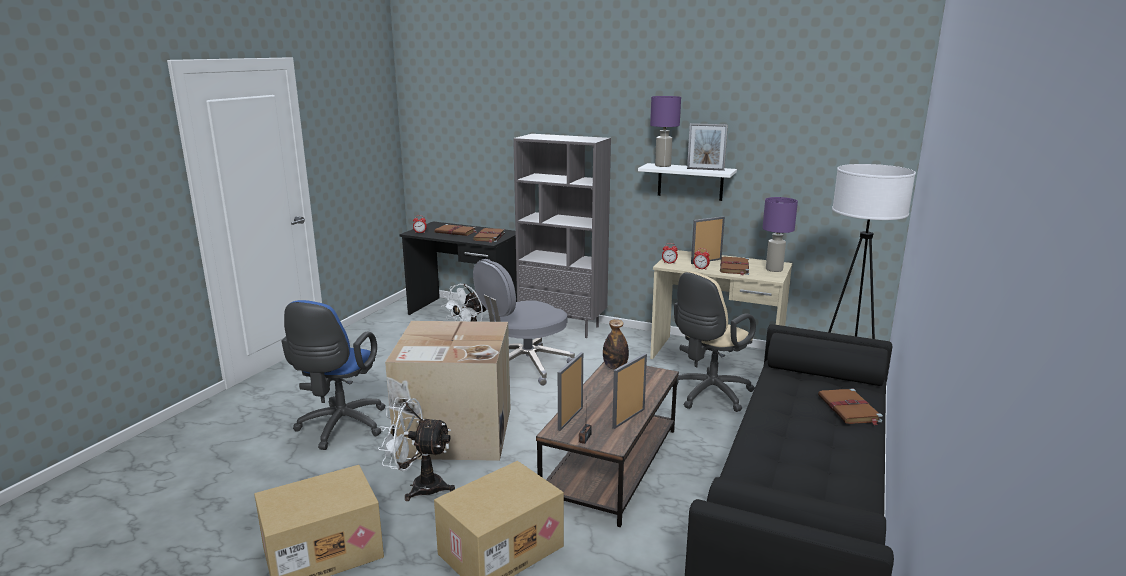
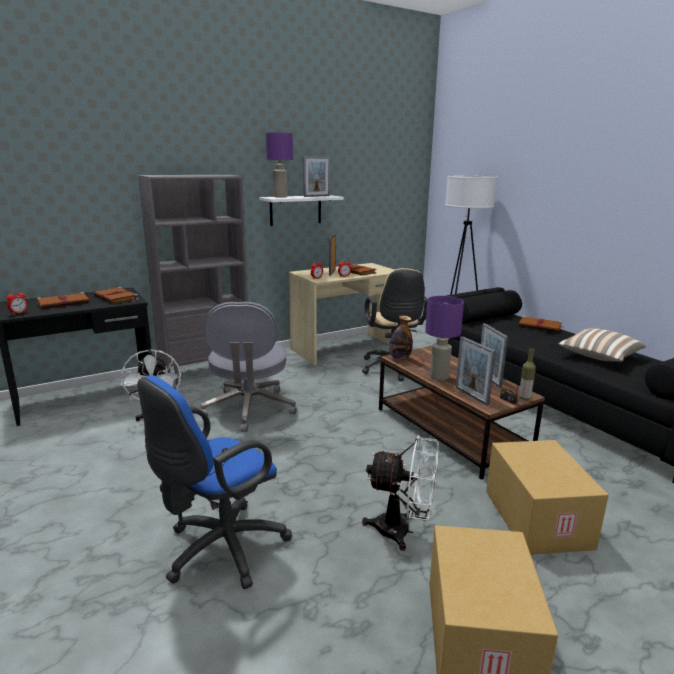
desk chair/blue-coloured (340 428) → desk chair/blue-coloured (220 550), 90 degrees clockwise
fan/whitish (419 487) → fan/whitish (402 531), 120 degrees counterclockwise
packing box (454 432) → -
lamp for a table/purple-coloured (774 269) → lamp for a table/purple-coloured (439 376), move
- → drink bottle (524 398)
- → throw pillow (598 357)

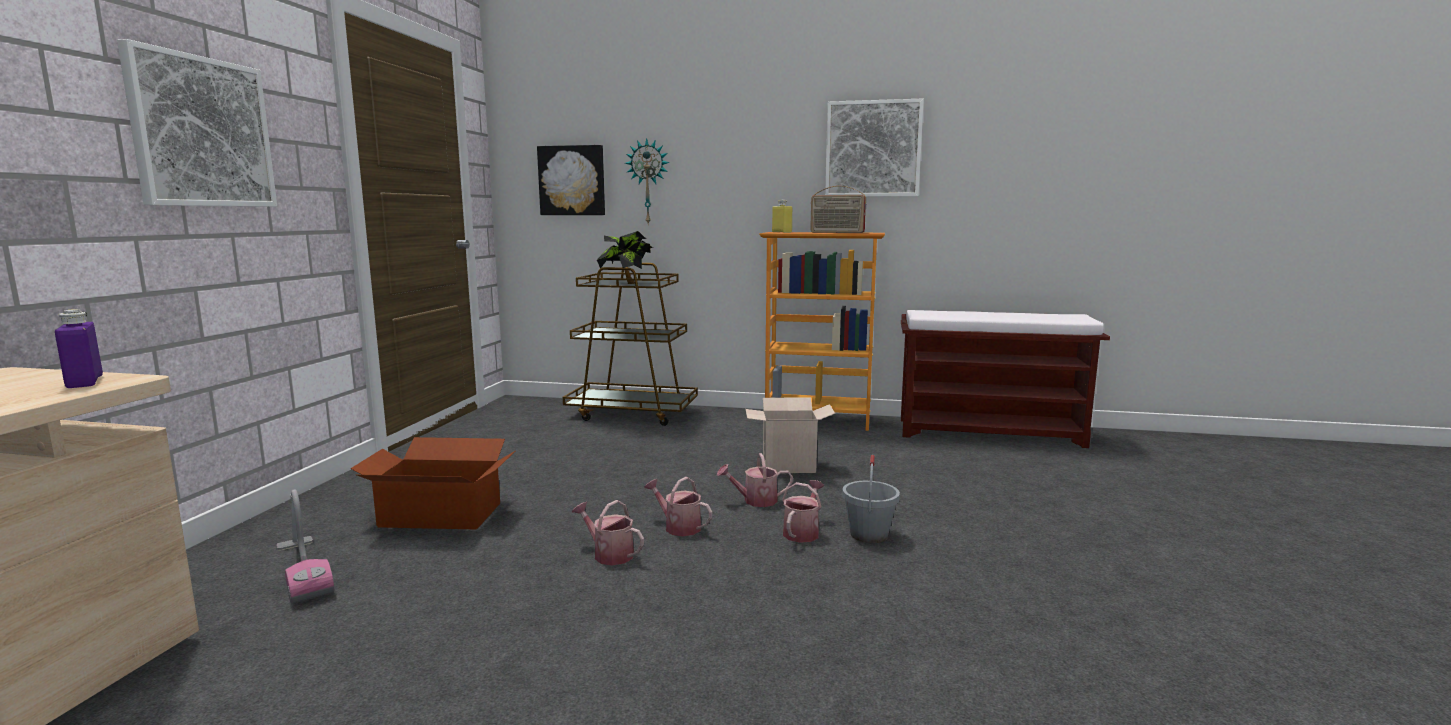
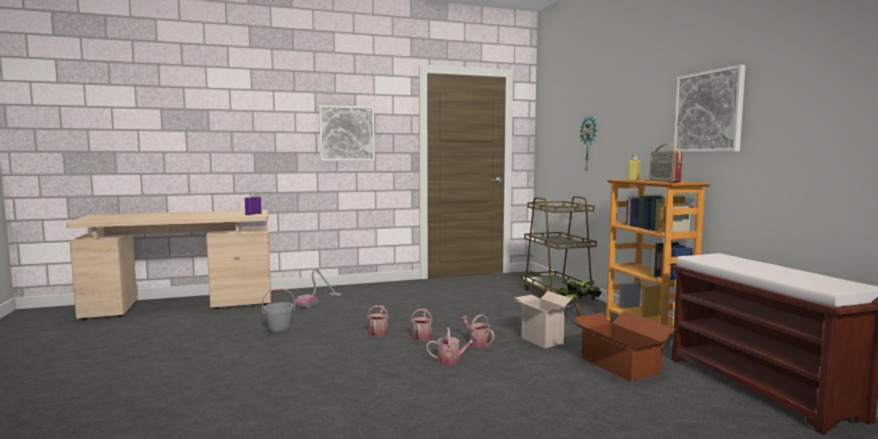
packing box (440 514) → packing box (620 365), move
picture (572 180) → -
potted plant (627 284) → potted plant (575 315), move
pail/grey (868 534) → pail/grey (279 330), move

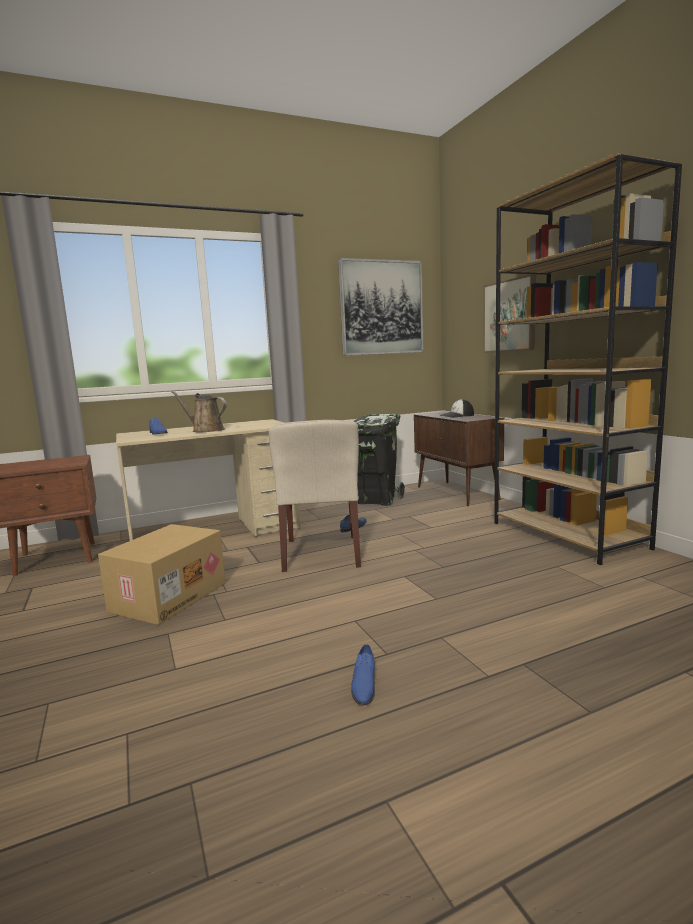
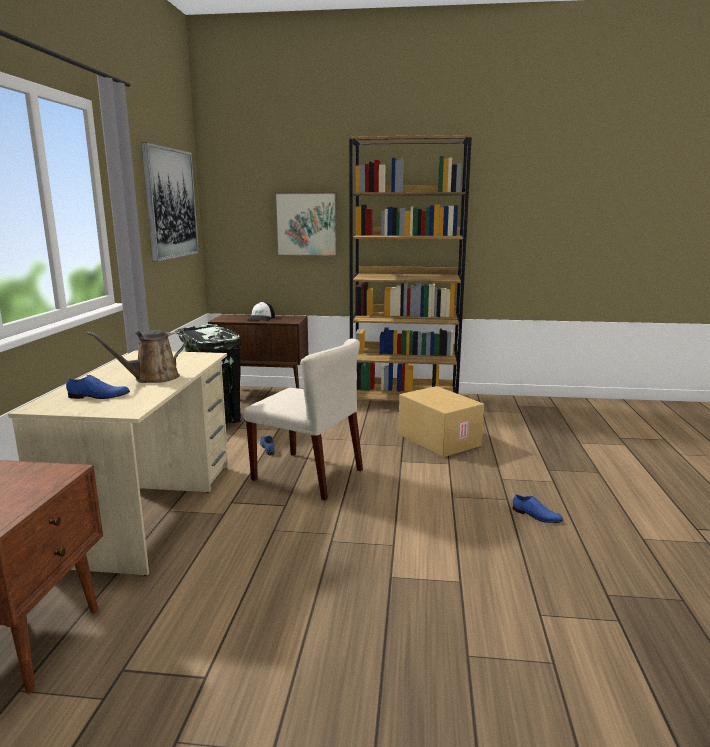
packing box (168 596) → packing box (437 440), move

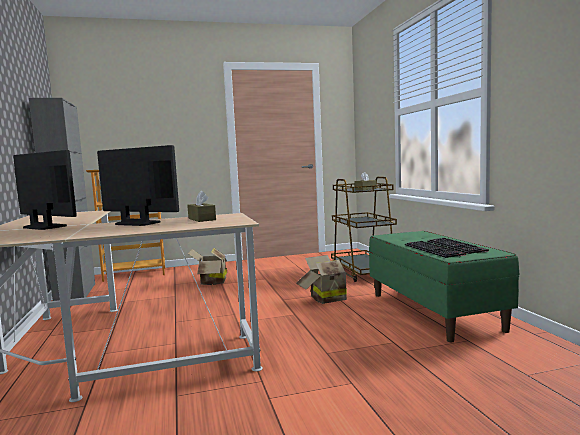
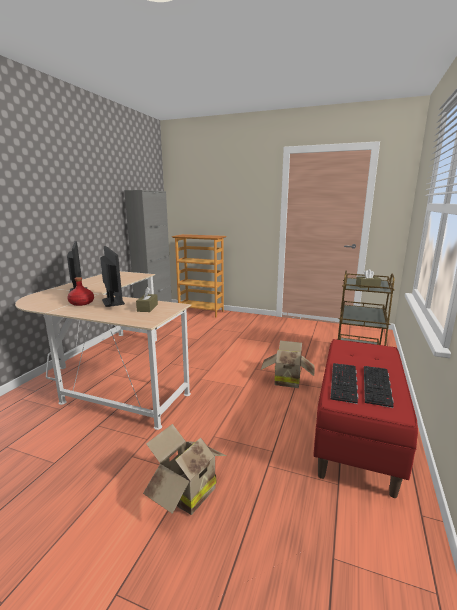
packing box (211 282) → packing box (185 492), move
indoor bench/greenish (434 311) → indoor bench/red-coloured (357 434)
- → drink bottle/red-coloured (81 303)

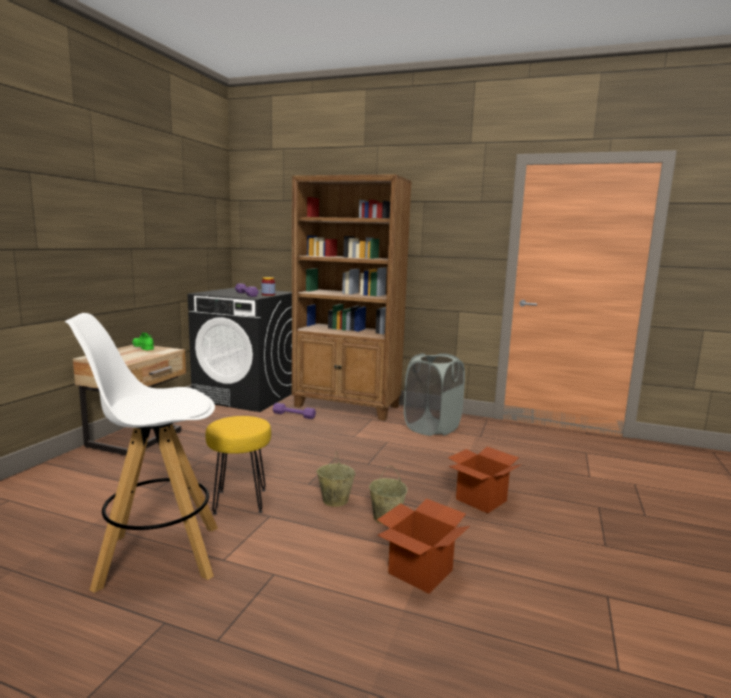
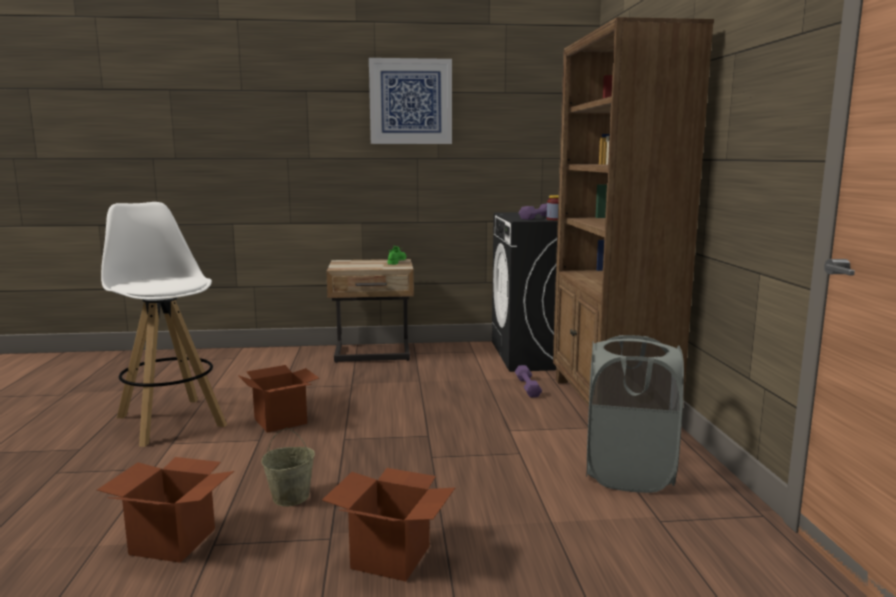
stool seat/yellowish (240 501) → packing box (280 421)
pail/sand-coloured (334 500) → -
- → picture (410 101)

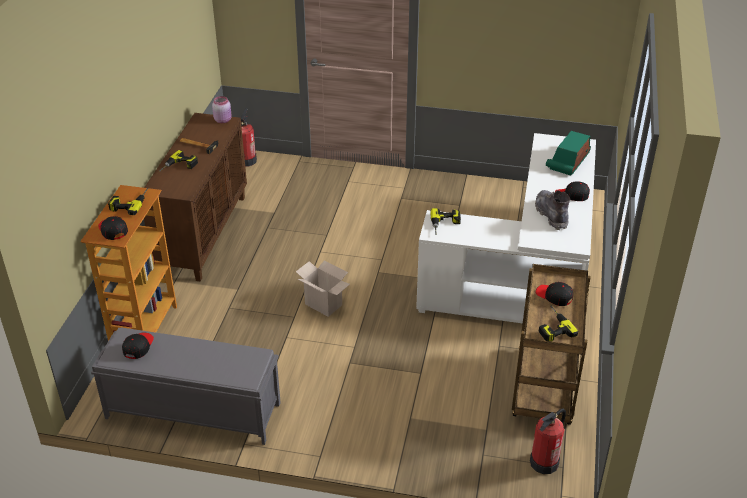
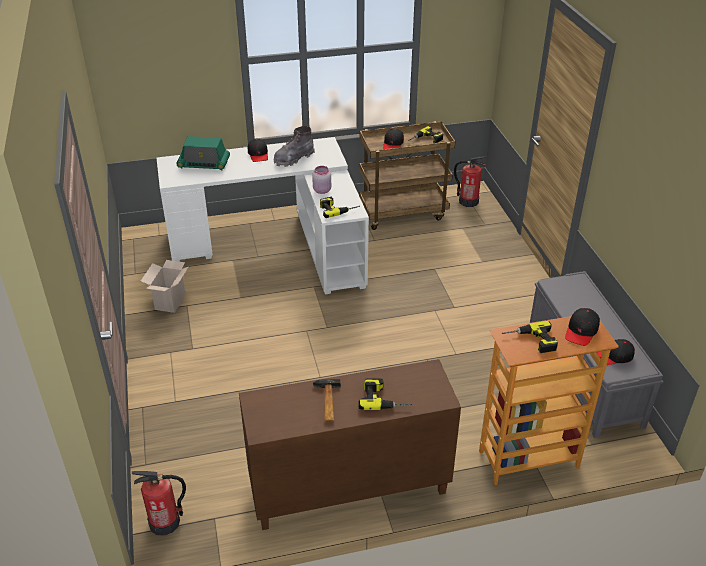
storage jar/pinkish (223 120) → storage jar/pinkish (321 190), move
packing box (325 304) → packing box (170 301), move

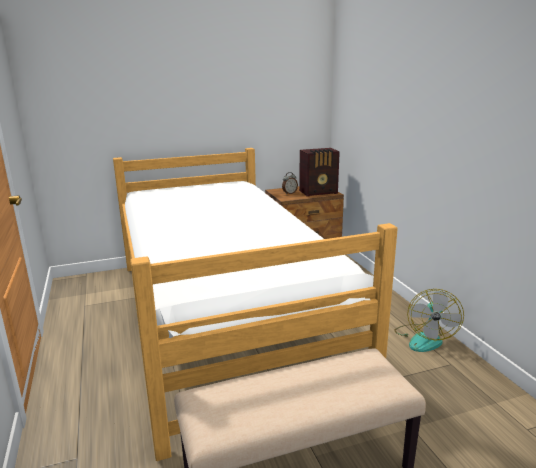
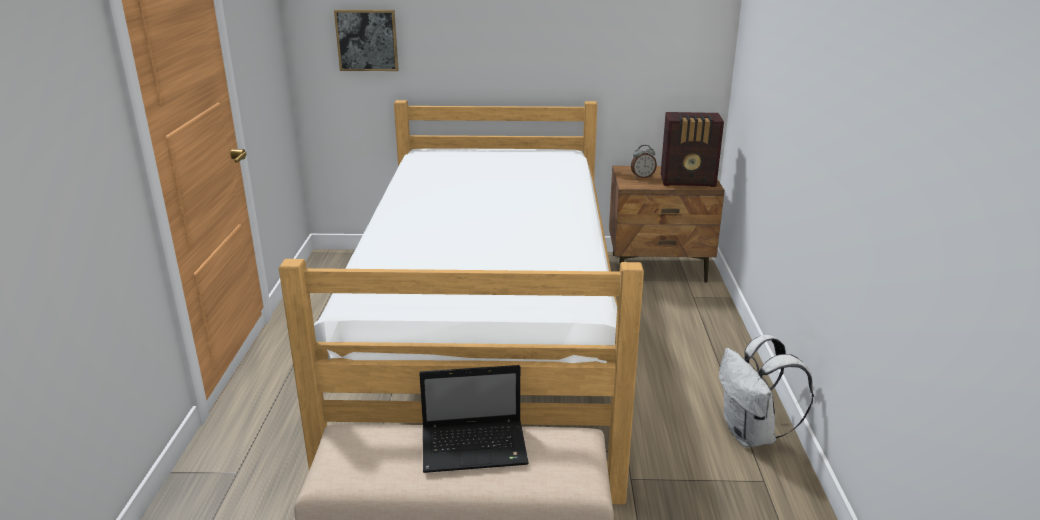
fan (424 338) → rucksack/whitish (752 435)
- → picture (367 40)
- → notebook computer (476 447)

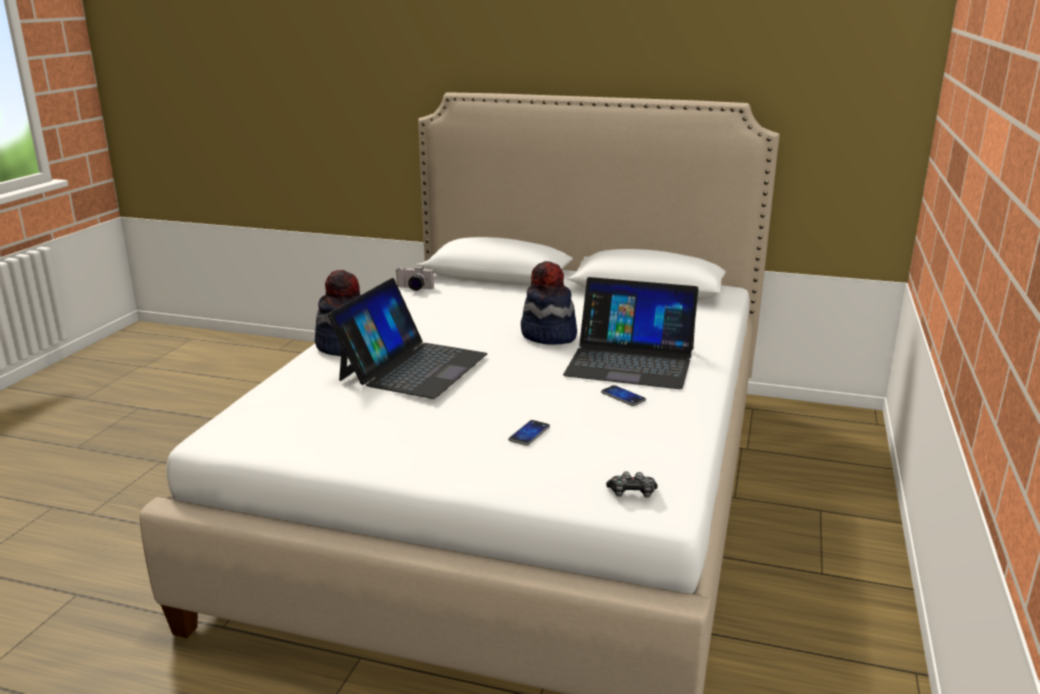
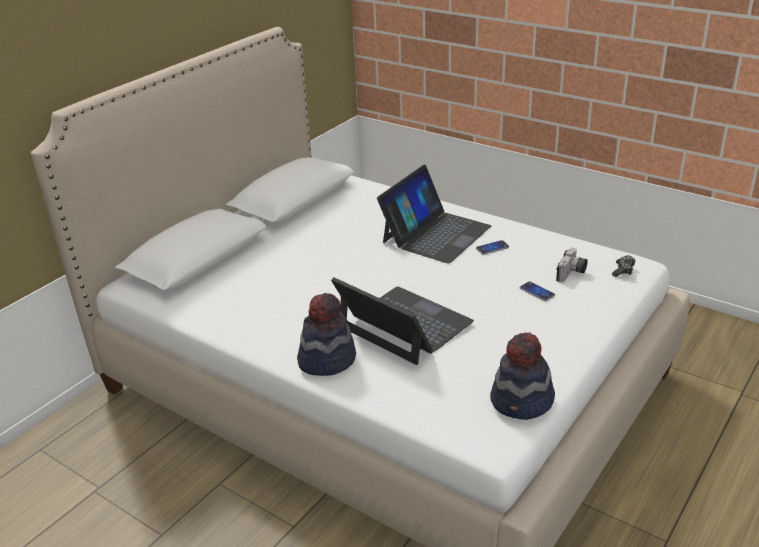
still camera (413 289) → still camera (572 274), move
hat (548 336) → hat (522 402), move

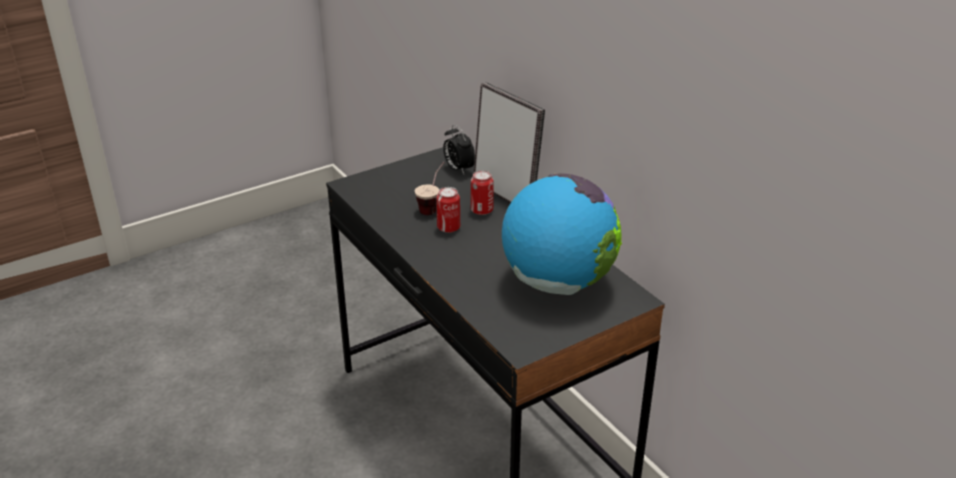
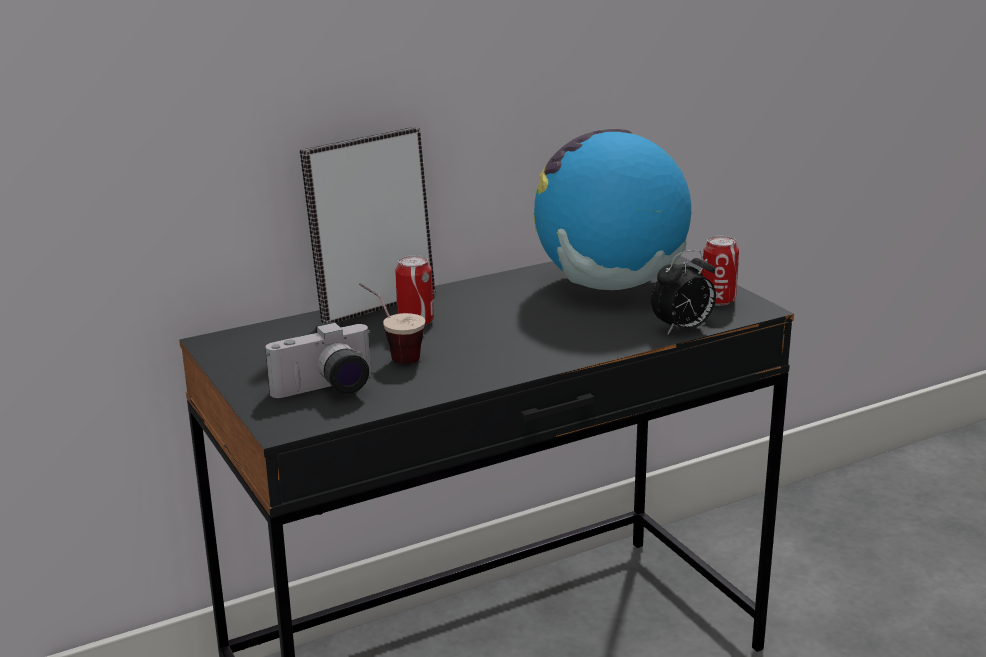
sealed can (448 228) → sealed can (718 300), move
bedside clock (458 169) → bedside clock (683 329), move
- → still camera (327 390)

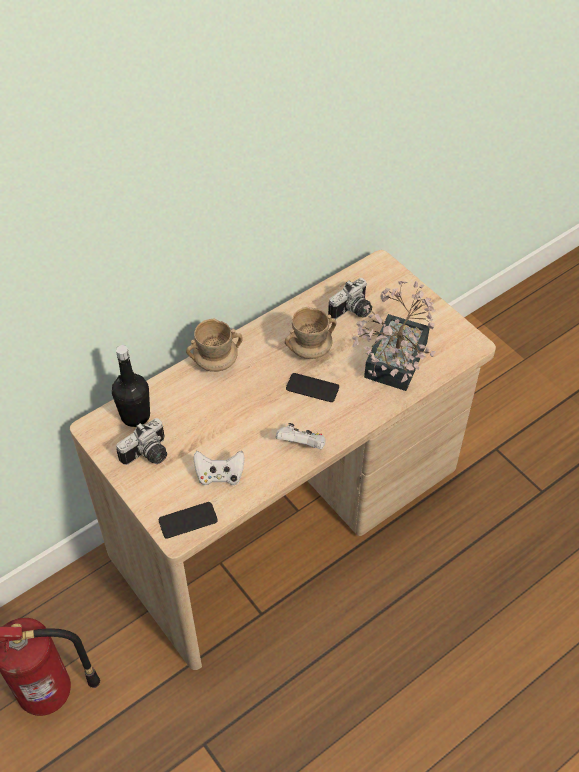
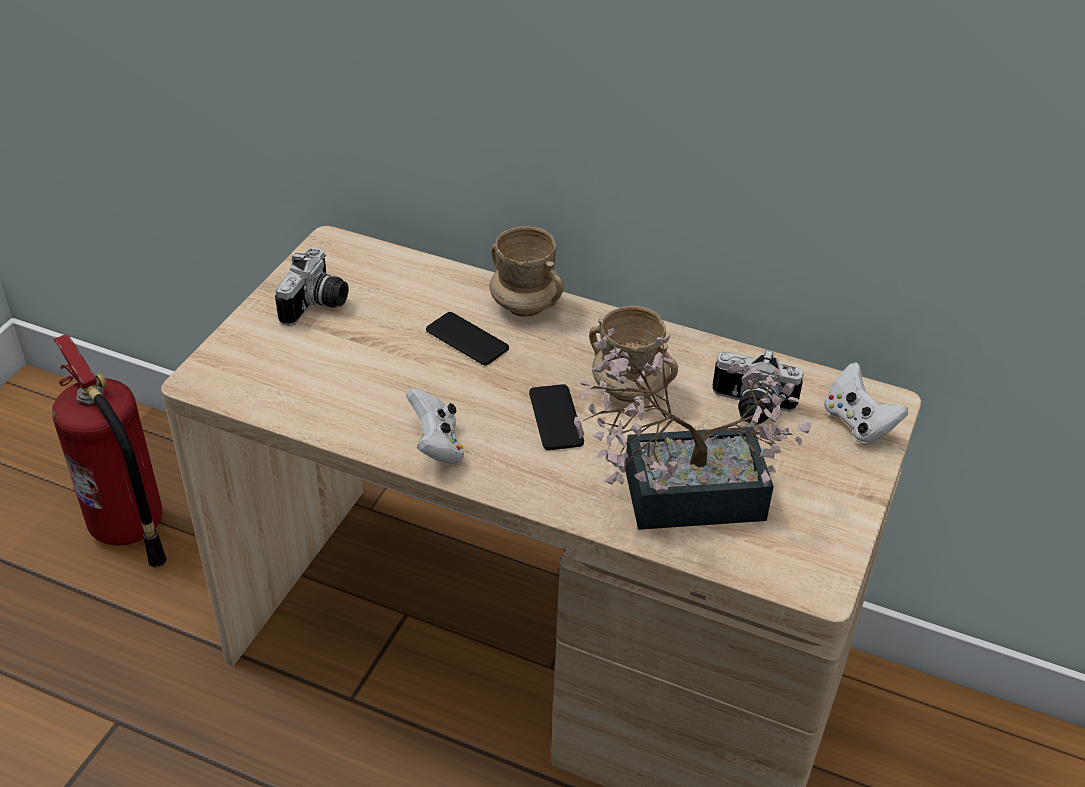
drink bottle/black (135 415) → -
still camera (148 455) → still camera (318 305), 90 degrees counterclockwise
phone (188 520) → phone (467 339), move
joypad/whitish (220 475) → joypad/whitish (857 423), move

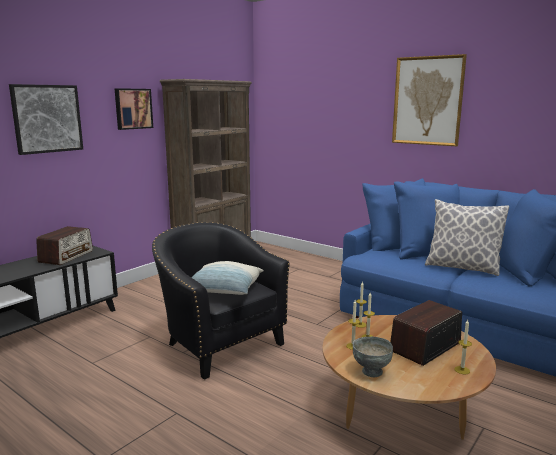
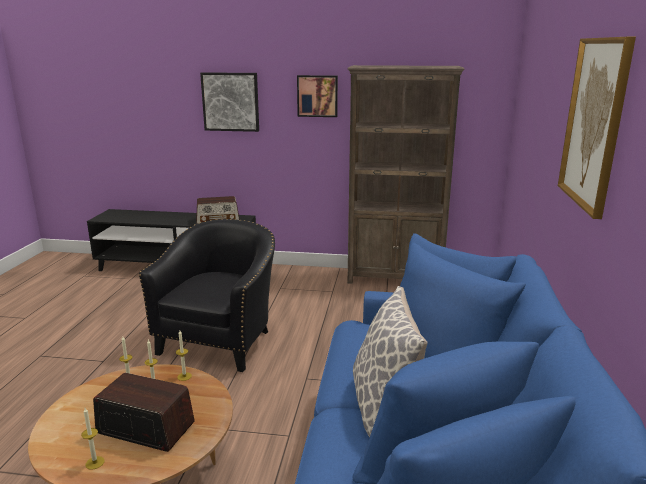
throw pillow (224 291) → -
deep dish/grey (371 372) → -

